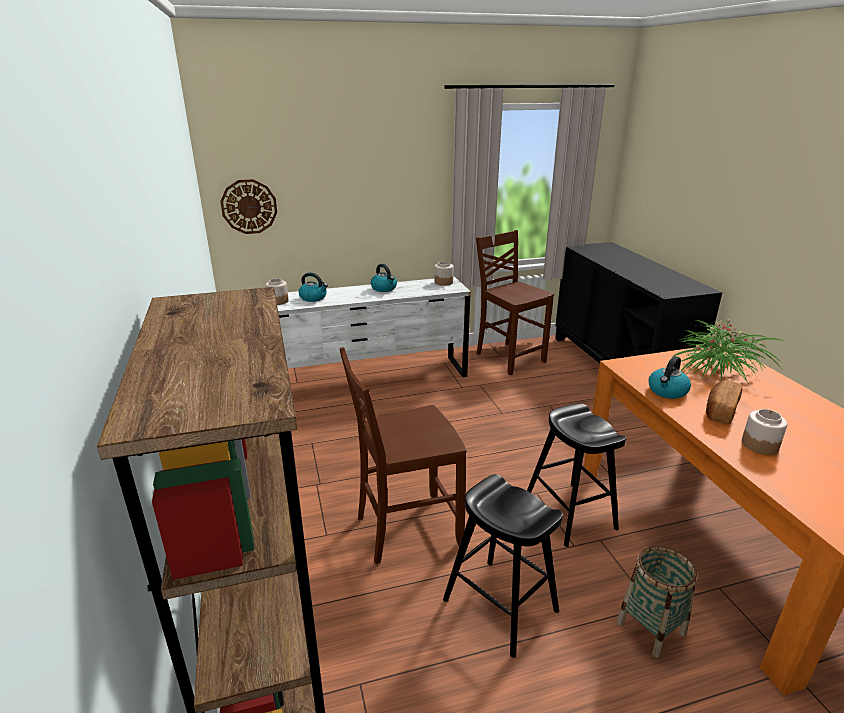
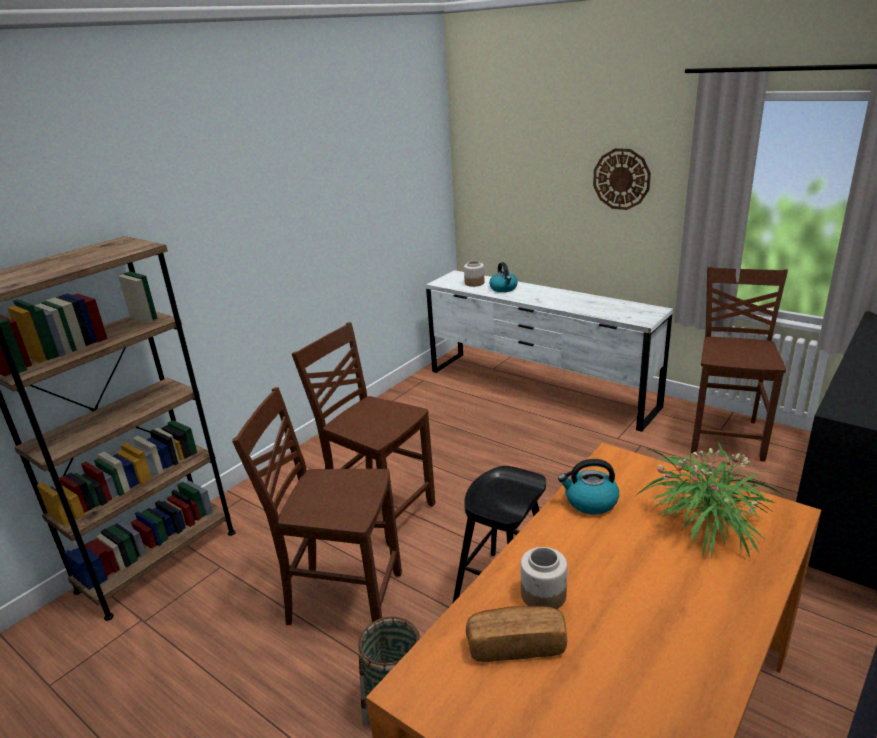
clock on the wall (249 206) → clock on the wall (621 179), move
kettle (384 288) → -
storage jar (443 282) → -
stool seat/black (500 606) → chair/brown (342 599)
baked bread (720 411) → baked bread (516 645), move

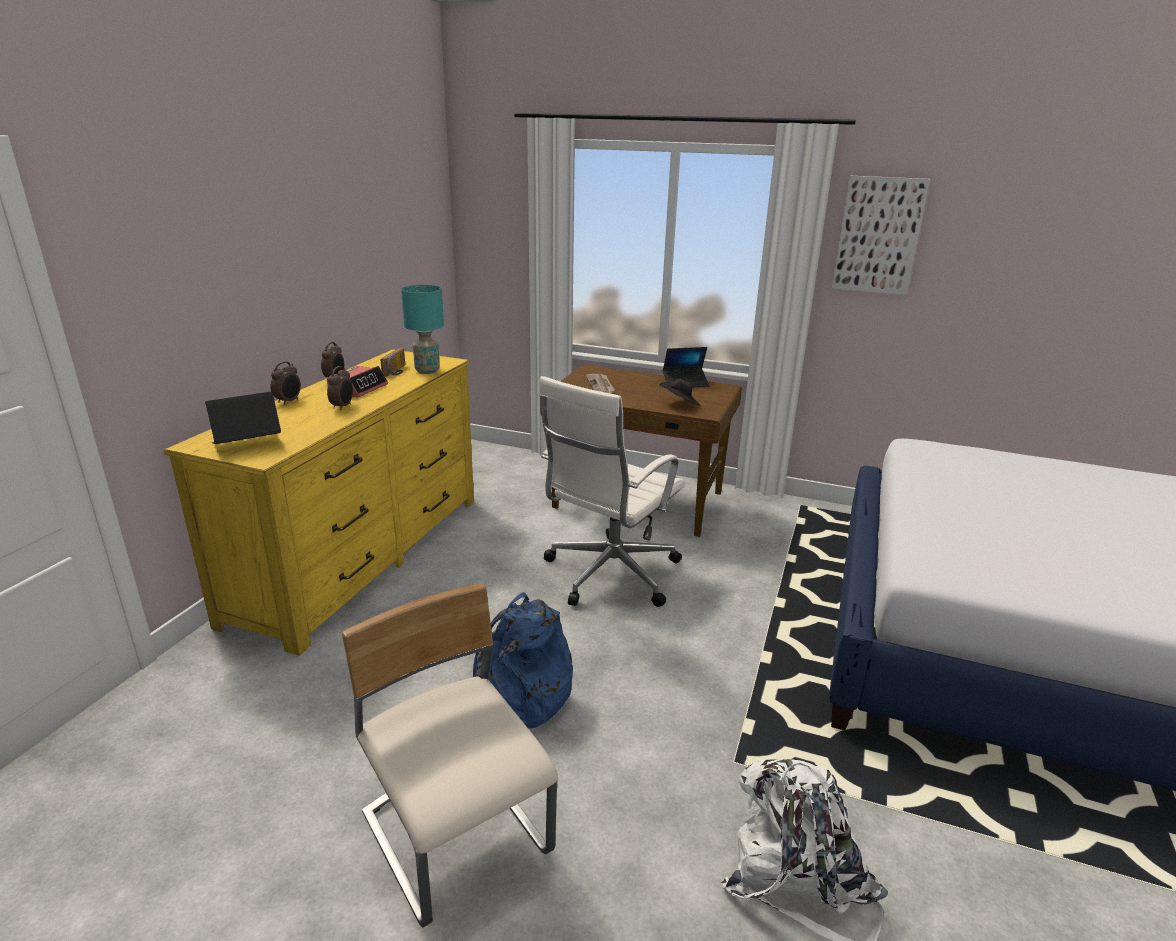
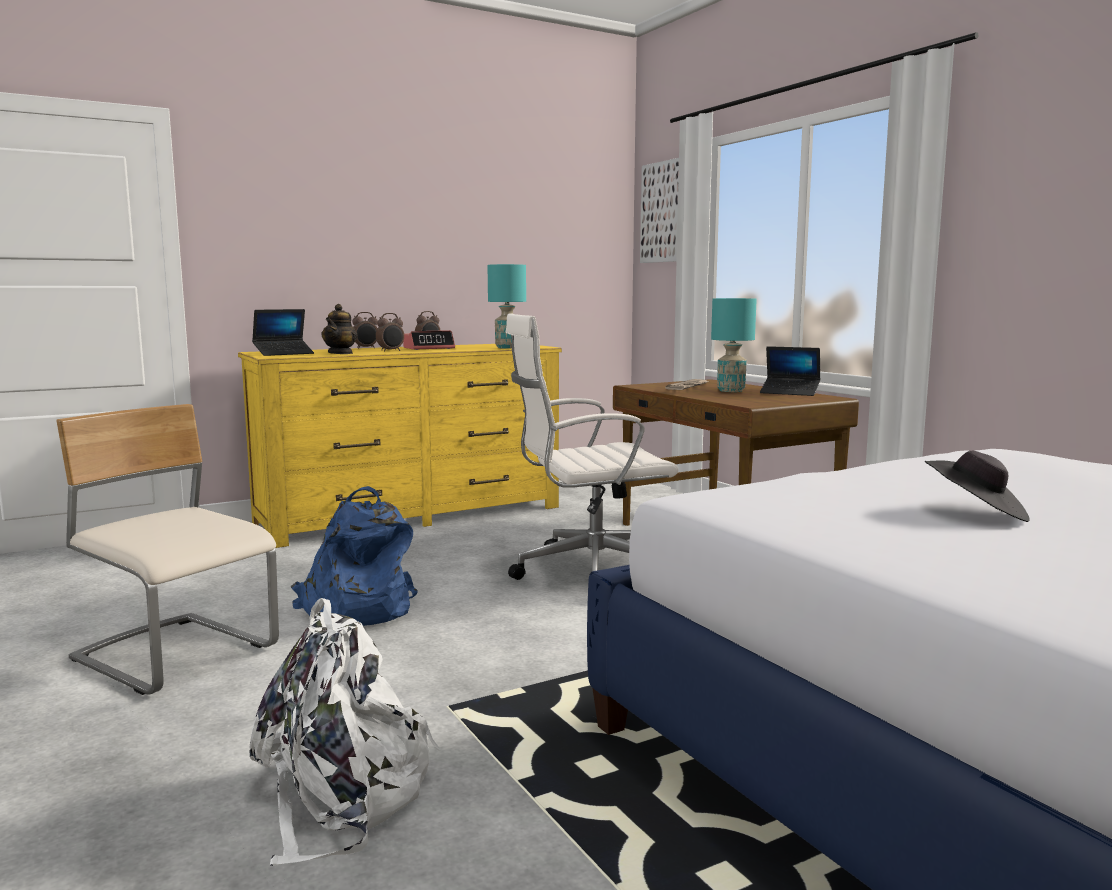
notebook computer (247 444) → notebook computer (283 353), 135 degrees clockwise
chair/sand-coloured (457 835) → chair/sand-coloured (177 655), 60 degrees counterclockwise
radio receiver (397 371) → -
hat/black (680 404) → hat/black (976 513), move
picture (878 235) → picture (662 212), move
- → pot for tea (341 353)
- → lamp for a table/turquoise (730 391)

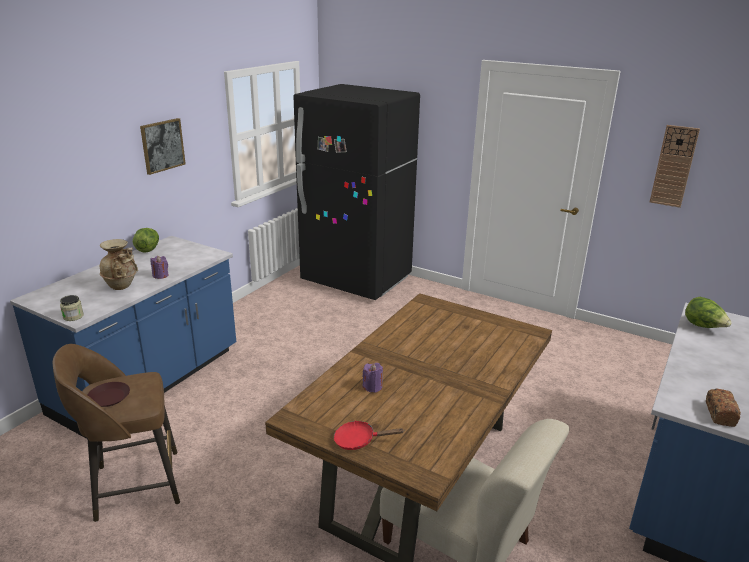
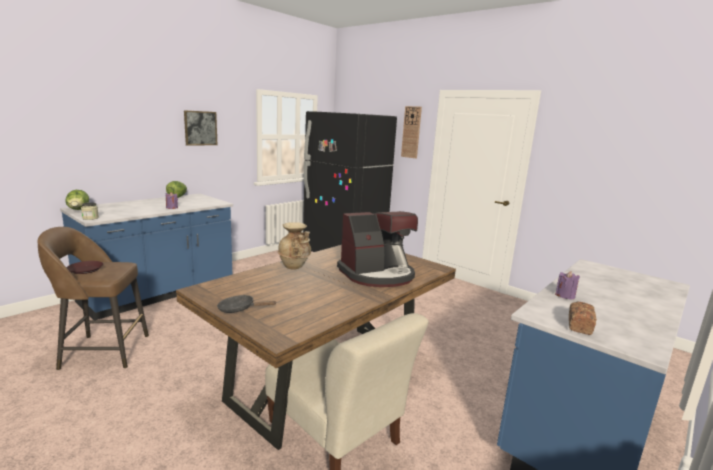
vase/sand-coloured (122 286) → vase/sand-coloured (295 266), move
frying pan/red-coloured (359 440) → frying pan/black (240 309)
wax candle/purple-coloured (372 387) → wax candle/purple-coloured (565 296), move
clock on the wall (673 166) → clock on the wall (411 132), move
lettuce (703 326) → lettuce (78 210), move
- → coffee brewer (377 274)

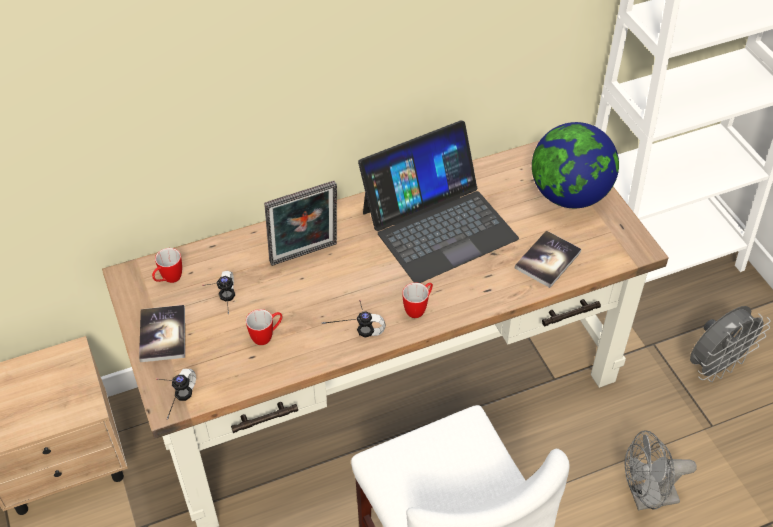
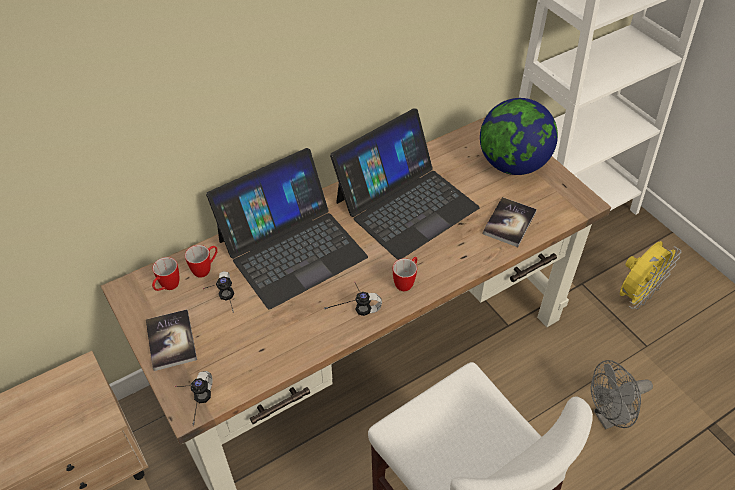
mug (267 336) → mug (206 269), move
picture frame (305 256) → notebook computer (291 248)
fan/grey (715 366) → fan/yellowish (636 295)

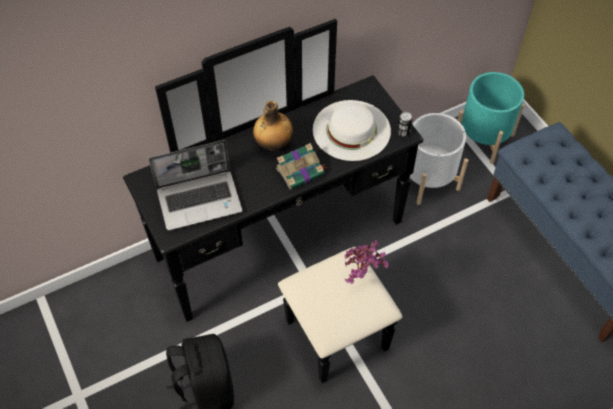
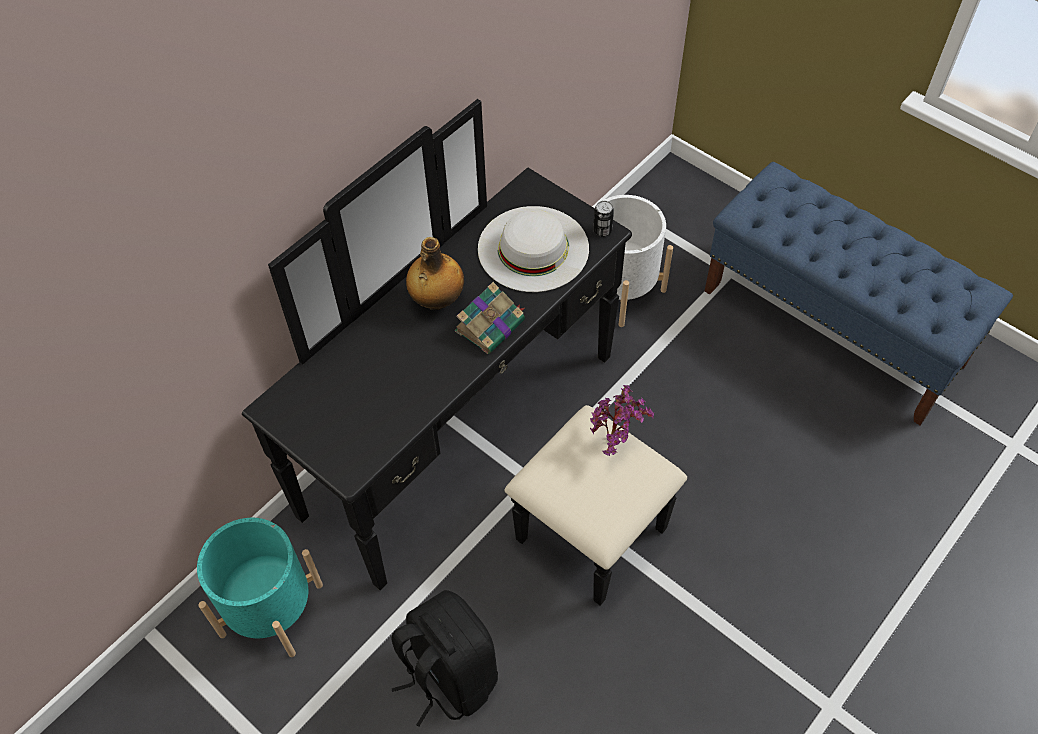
notebook computer (200 200) → -
planter/turquoise (483 138) → planter/turquoise (271 609), move

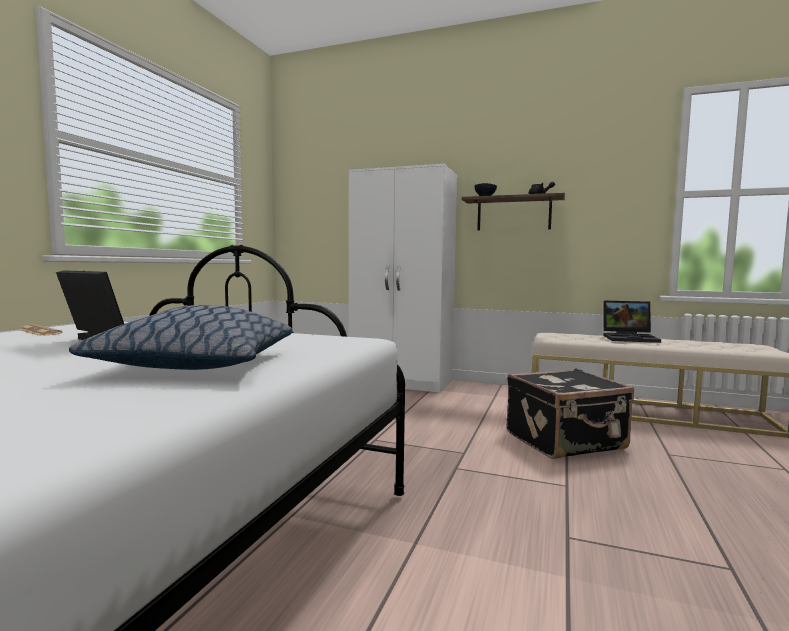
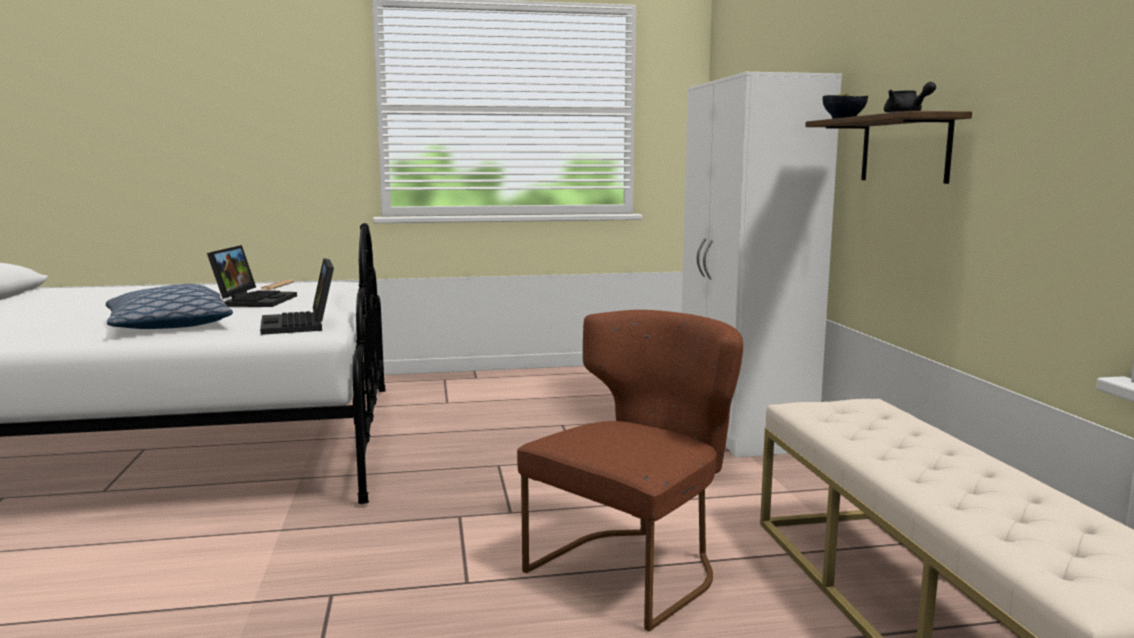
suitcase/black (566 441) → chair/brown (635 567)
notebook computer (630 338) → notebook computer (301 325), move

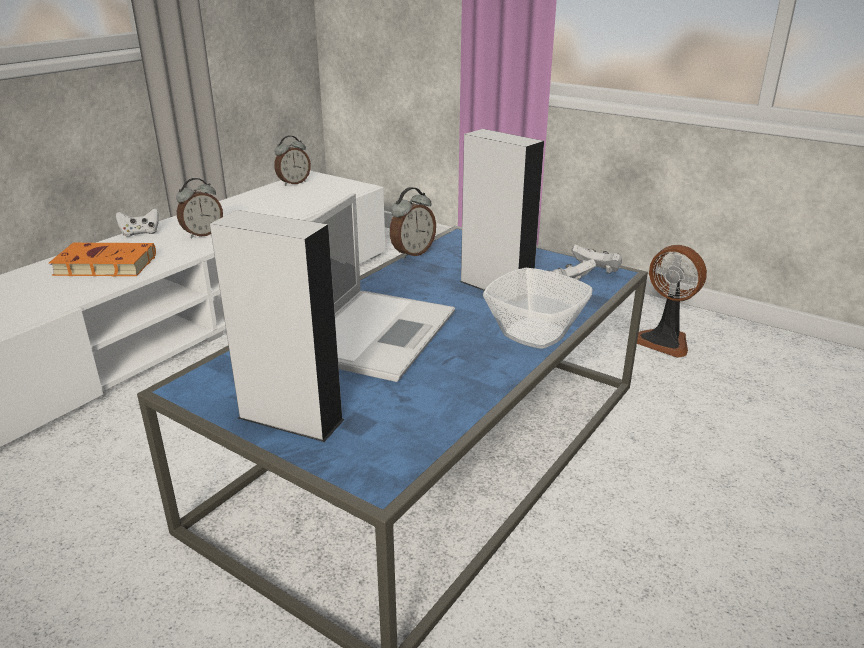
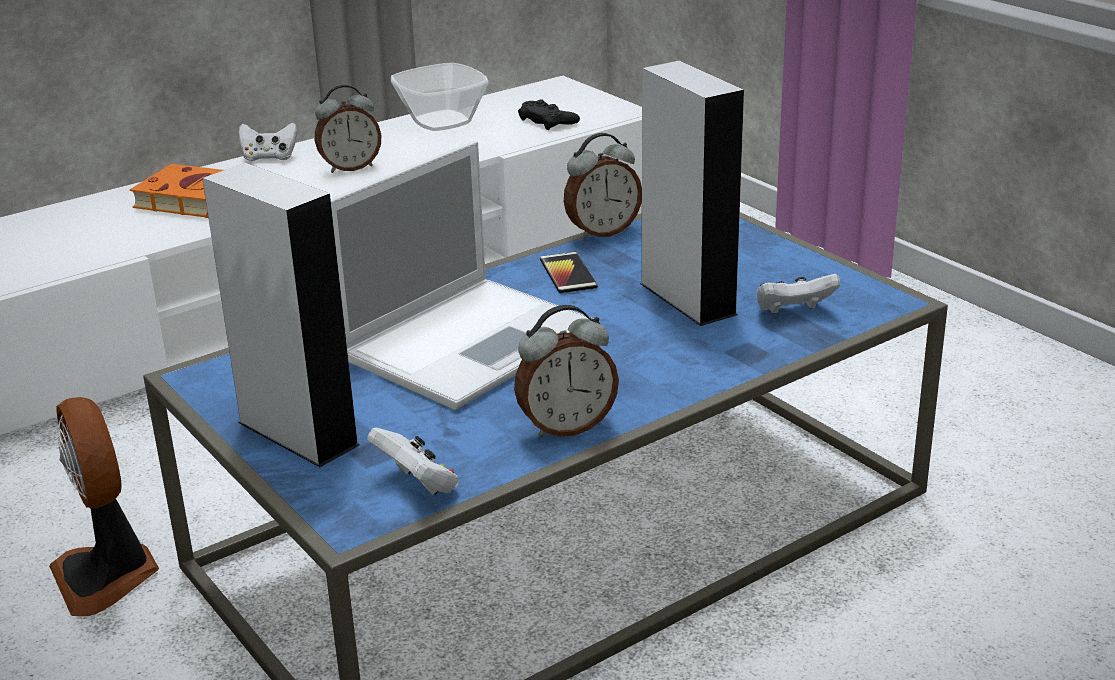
bedside clock (293 183) → bedside clock (566 427), move
deep dish (535 334) → deep dish (441 122), move
joypad/whitish (596 271) → joypad/whitish (418 485), move
fan (664 341) → fan (108 576), move
- → joypad/black (548 121)
- → phone (568 274)

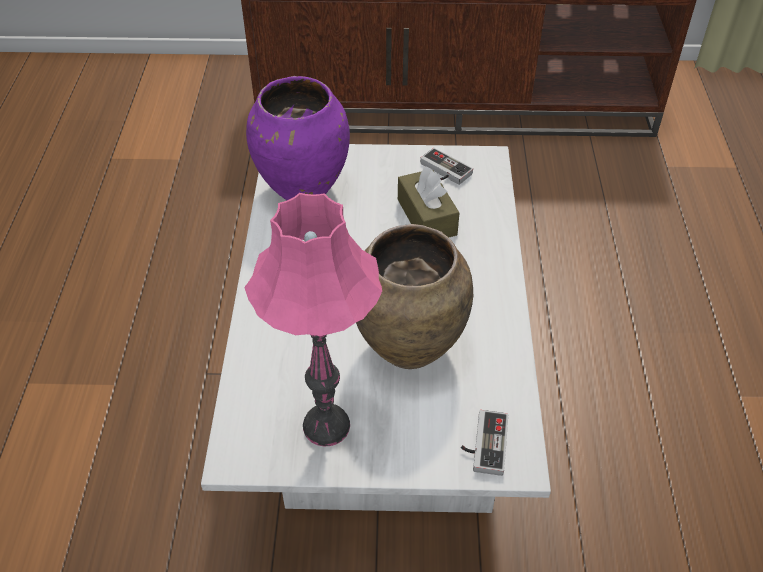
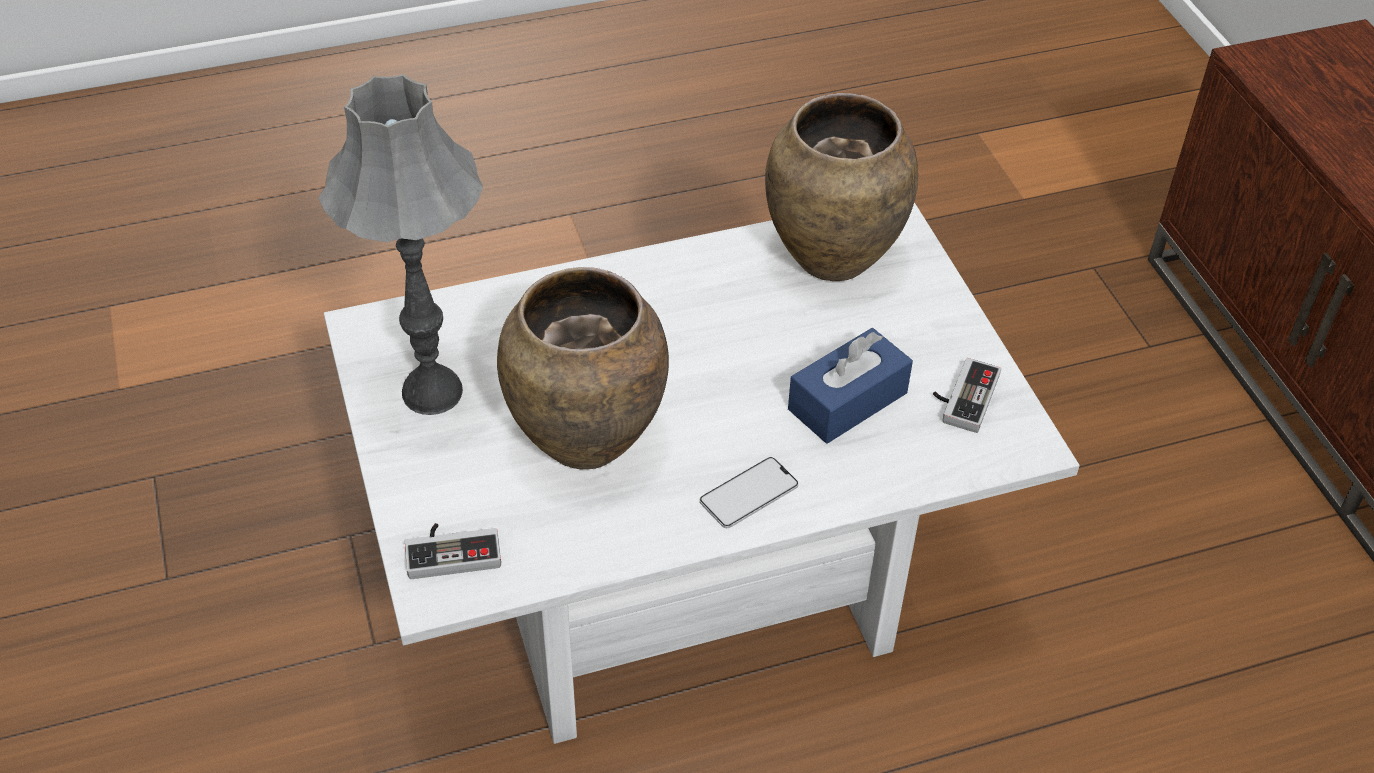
lamp for a table/pinkish (326 426) → lamp for a table/grey (431 392)
vase/purple-coloured (303 190) → vase/brown (831 258)
tissue holder/brown (426 217) → tissue holder/blue-coloured (847 401)
- → phone (749 493)

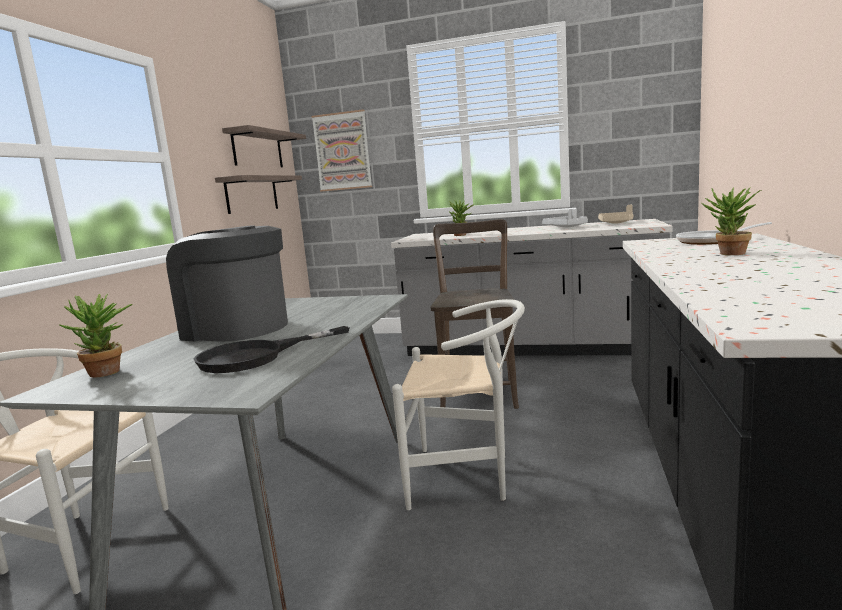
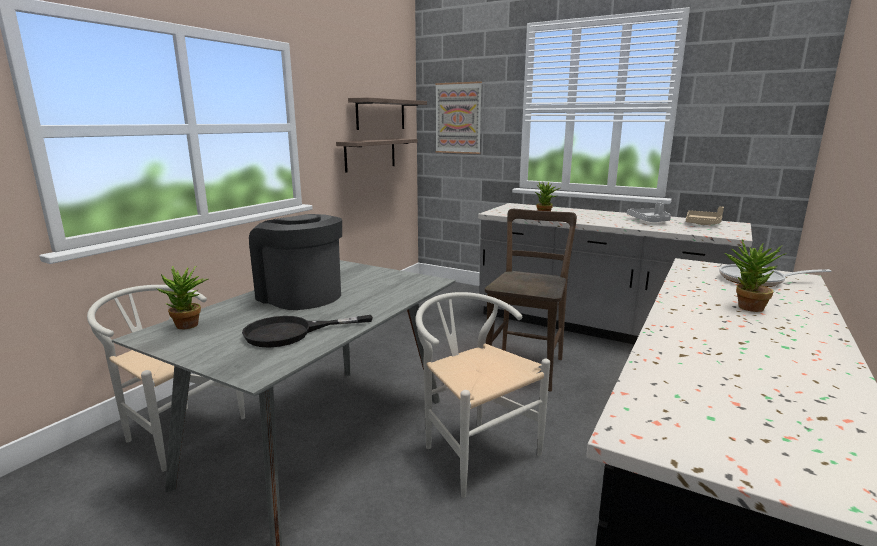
chair/whitish (468 477) → chair/whitish (473 450), 150 degrees counterclockwise

